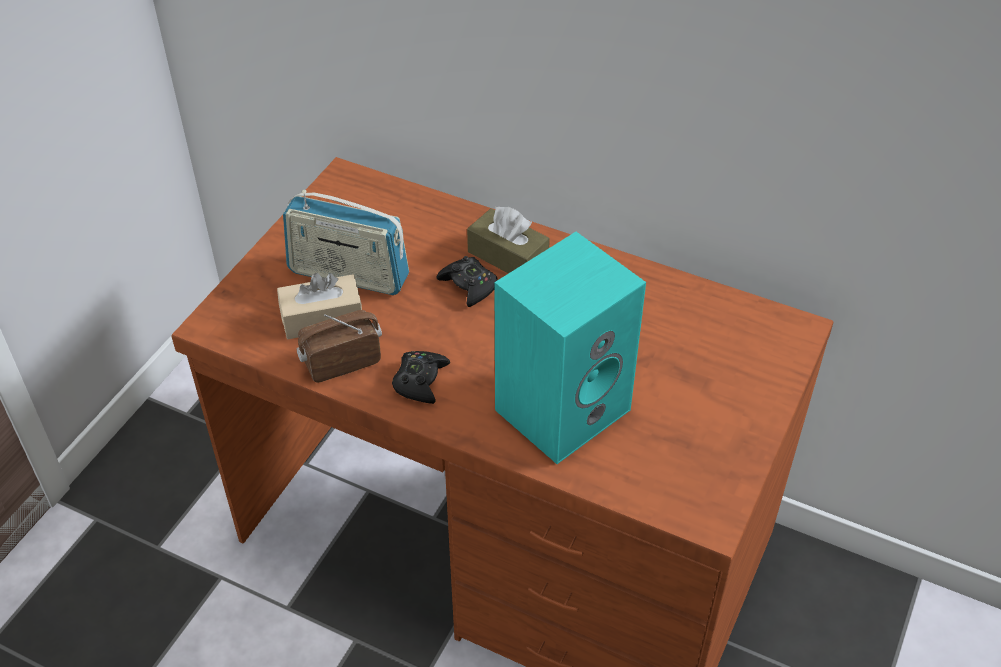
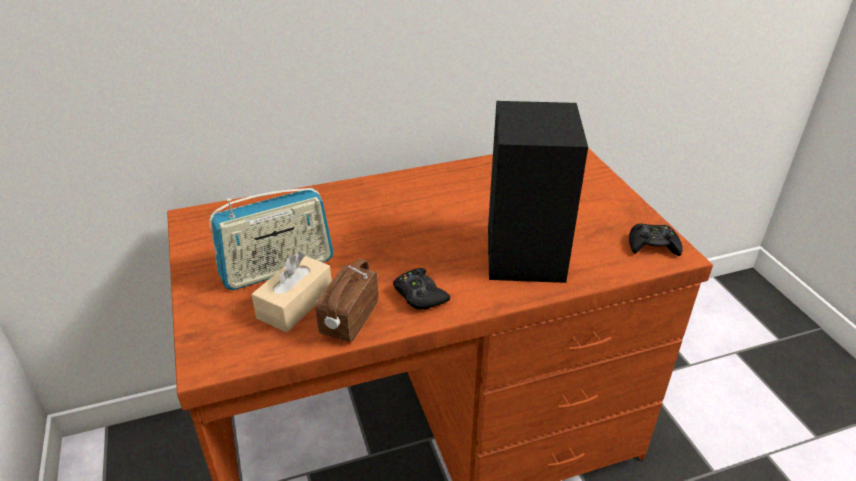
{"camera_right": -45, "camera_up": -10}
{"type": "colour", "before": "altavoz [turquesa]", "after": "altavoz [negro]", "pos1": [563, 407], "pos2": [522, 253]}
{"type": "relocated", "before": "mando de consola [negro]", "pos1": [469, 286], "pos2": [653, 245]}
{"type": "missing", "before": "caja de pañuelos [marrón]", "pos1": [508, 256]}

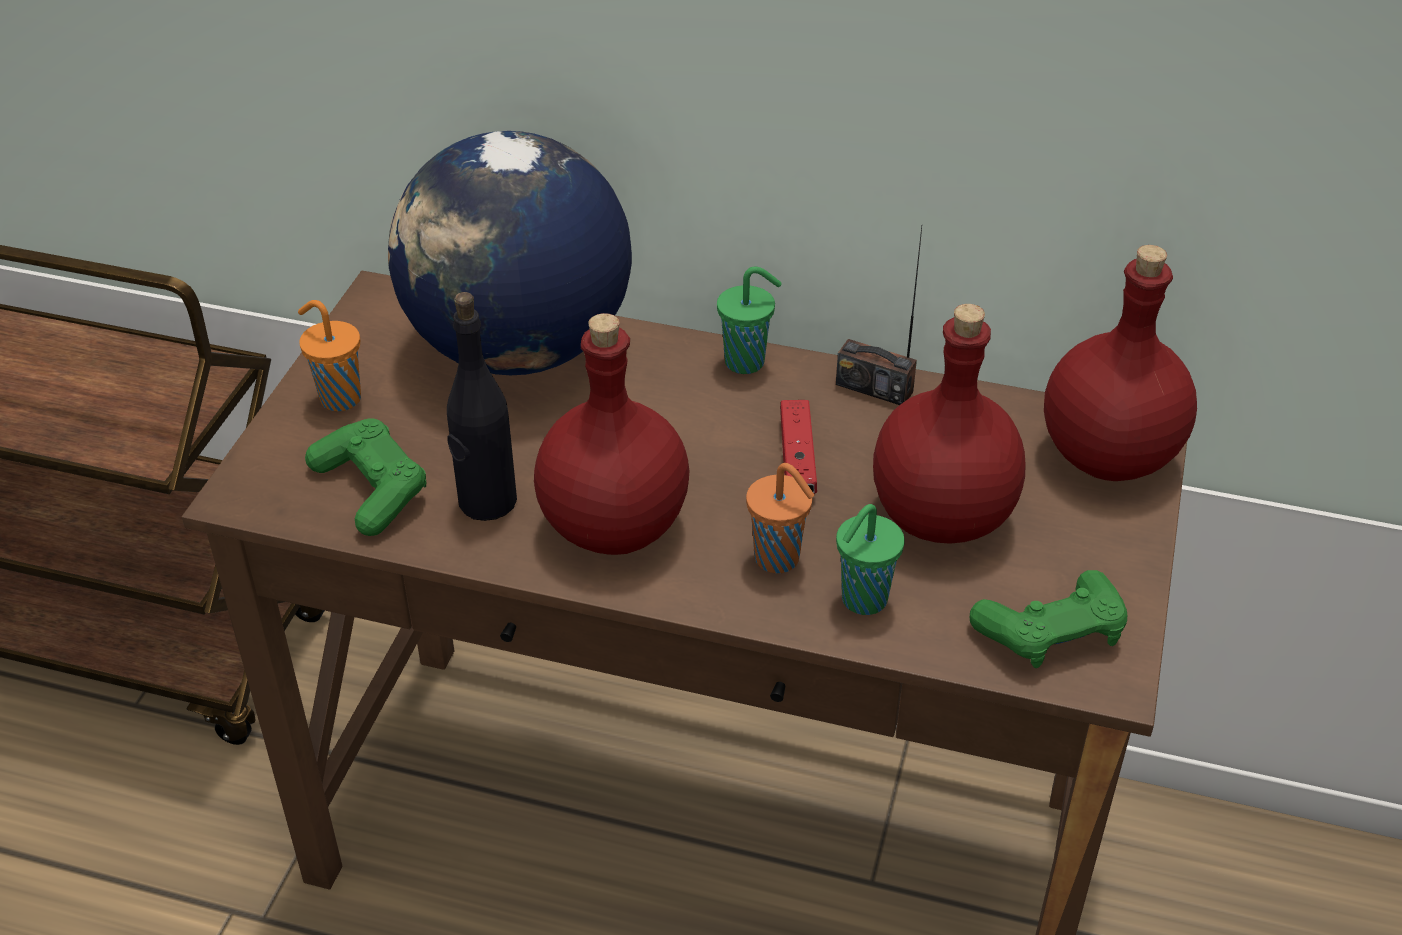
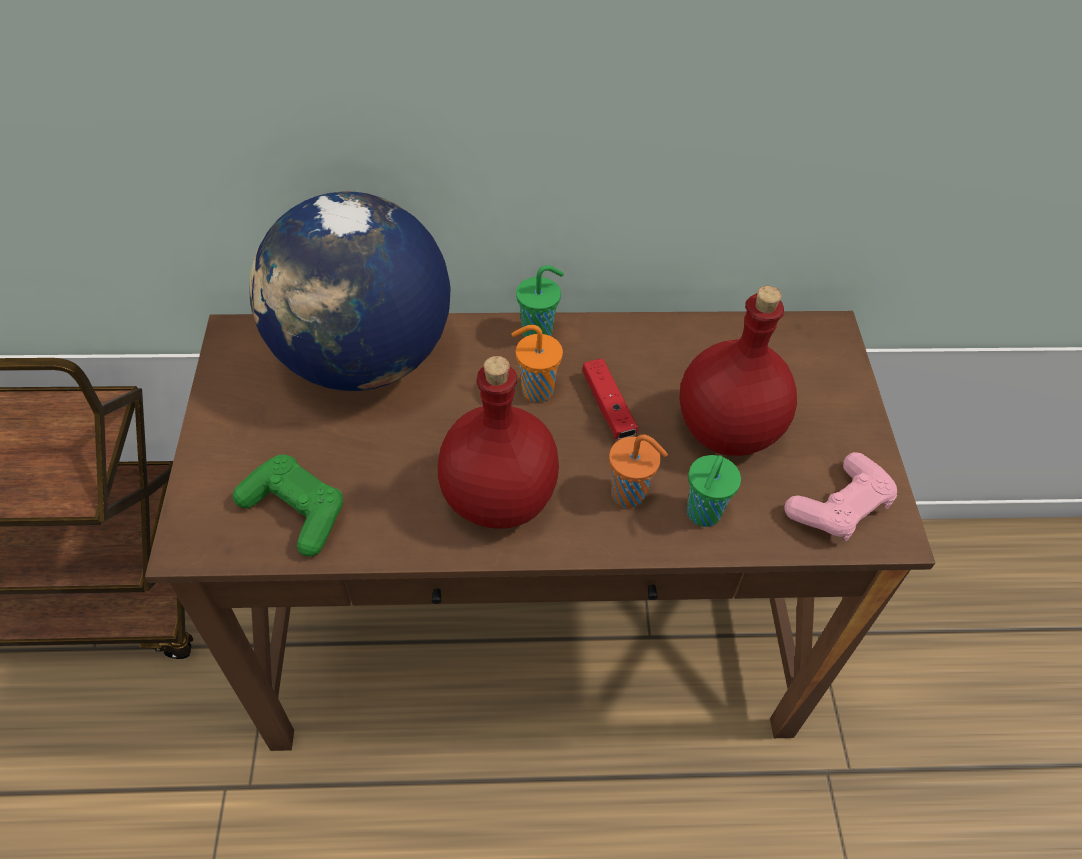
{"camera_right": -20, "camera_up": 10}
{"type": "relocated", "before": "taza [naranja]", "pos1": [338, 398], "pos2": [535, 390]}
{"type": "colour", "before": "mando de consola [verde]", "after": "mando de consola [rosa]", "pos1": [1051, 633], "pos2": [839, 506]}
{"type": "missing", "before": "botella [negro]", "pos1": [486, 501]}
{"type": "missing", "before": "radio", "pos1": [874, 387]}
{"type": "missing", "before": "botella [rojo]", "pos1": [1107, 454]}

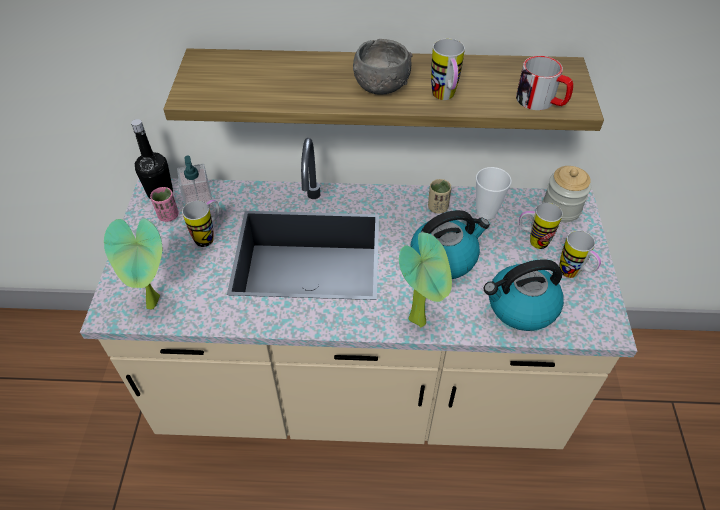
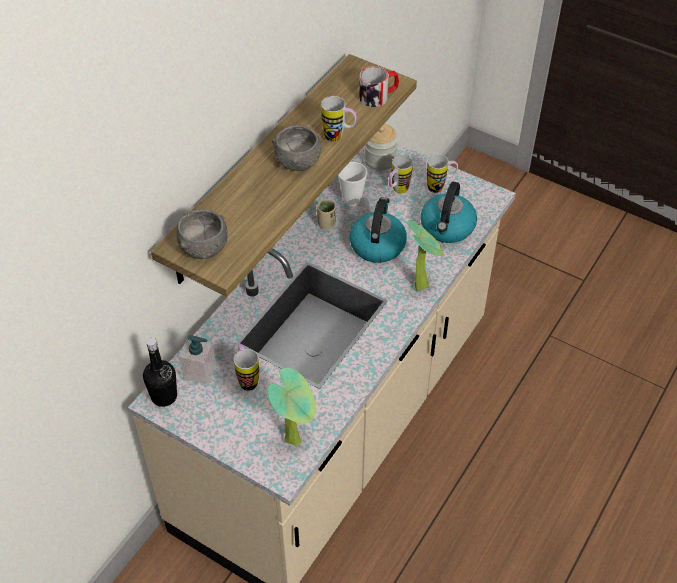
{"camera_right": -60, "camera_up": 0}
{"type": "appeared", "after": "cuenco [gris]", "pos2": [203, 247]}
{"type": "missing", "before": "taza [rosa]", "pos1": [168, 215]}

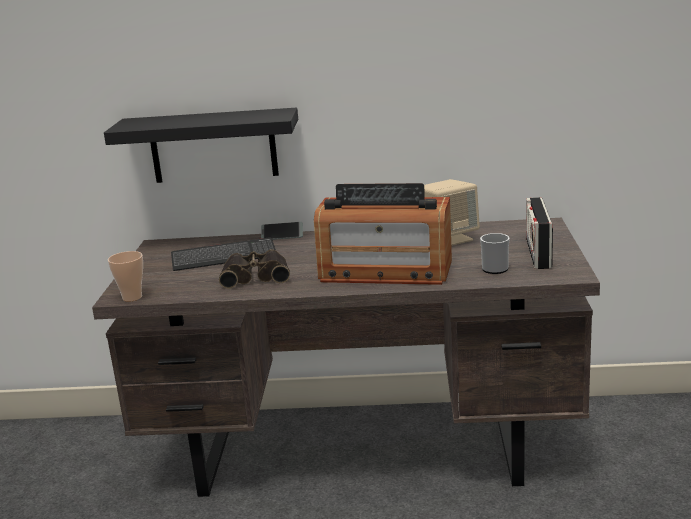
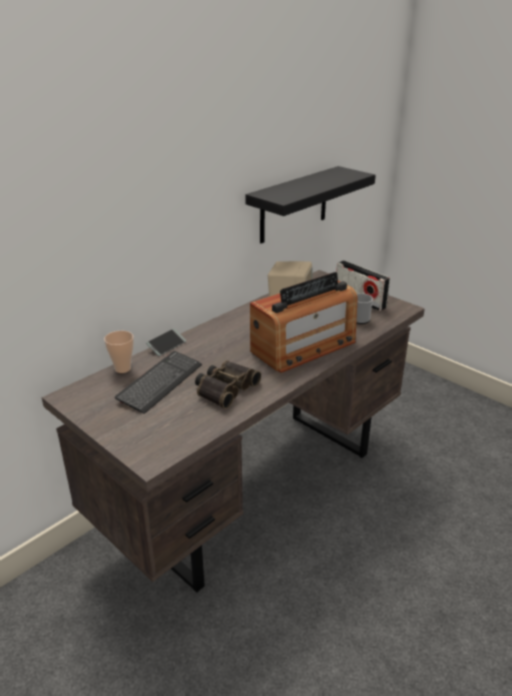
{"camera_right": -50, "camera_up": 10}
{"type": "relocated", "before": "taza", "pos1": [132, 297], "pos2": [123, 368]}
{"type": "relocated", "before": "estante [negro]", "pos1": [213, 146], "pos2": [294, 205]}

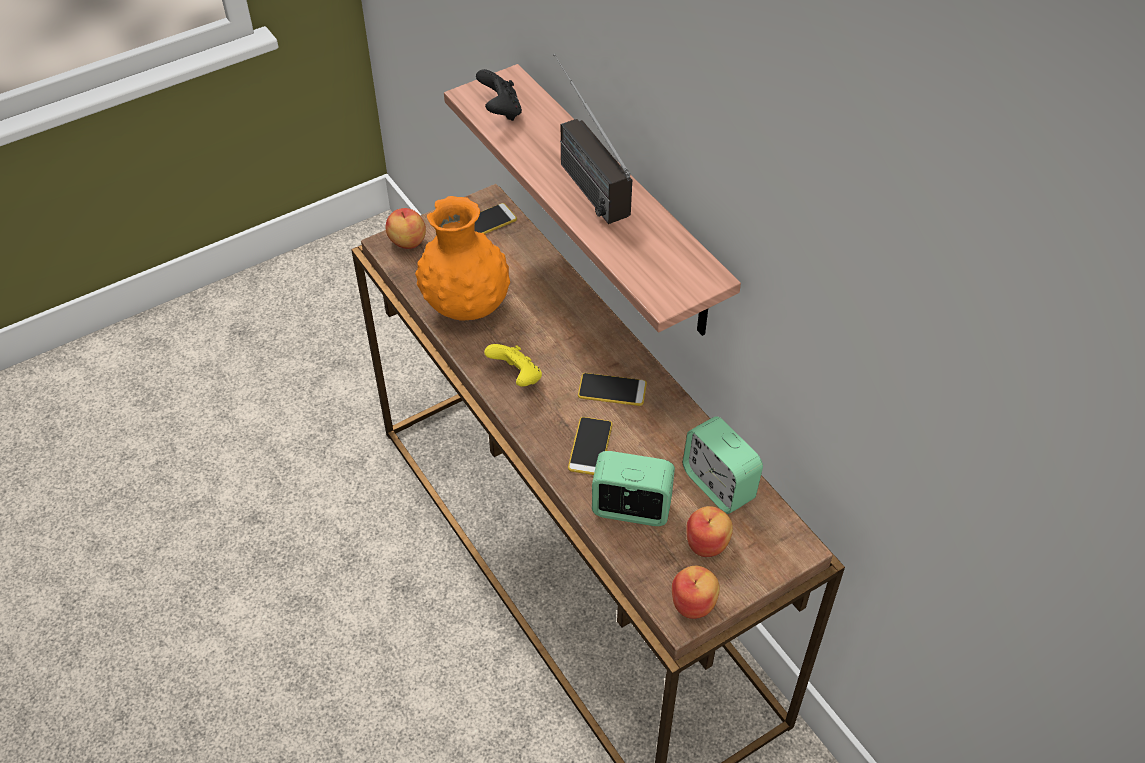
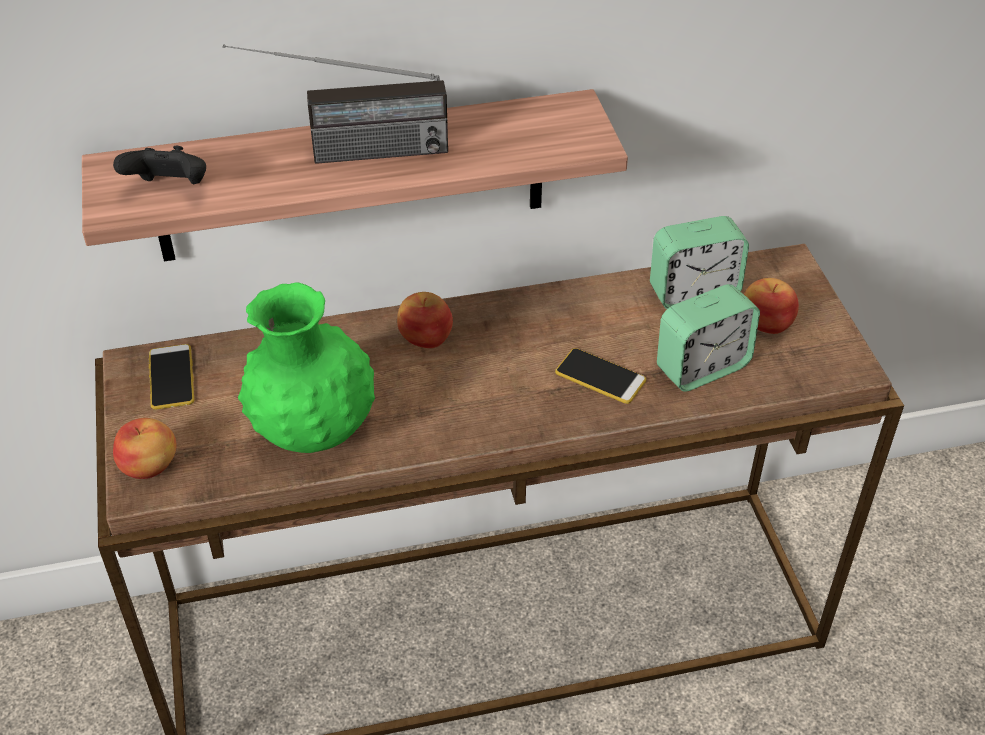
{"camera_right": -70, "camera_up": -5}
{"type": "colour", "before": "florero [naranja]", "after": "florero [verde]", "pos1": [466, 306], "pos2": [314, 432]}
{"type": "relocated", "before": "manzana", "pos1": [694, 603], "pos2": [425, 336]}
{"type": "spun", "before": "despertador", "pos1": [631, 509], "pos2": [702, 367], "turn": -150}
{"type": "missing", "before": "mando de consola [amarillo]", "pos1": [516, 377]}
{"type": "missing", "before": "móvil", "pos1": [612, 390]}

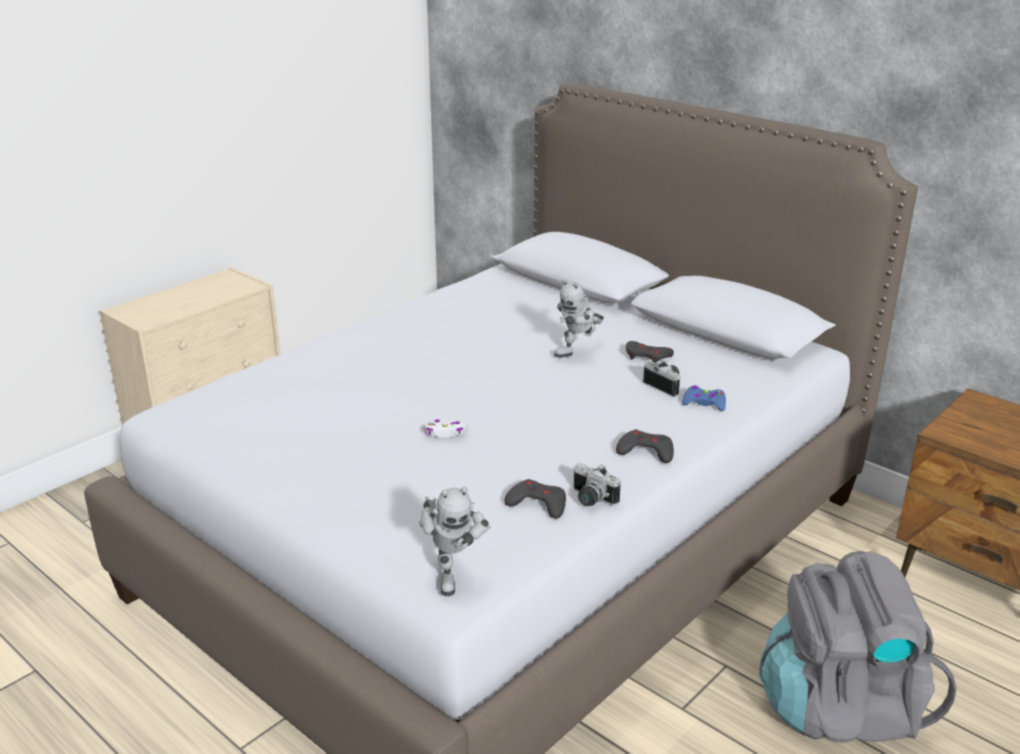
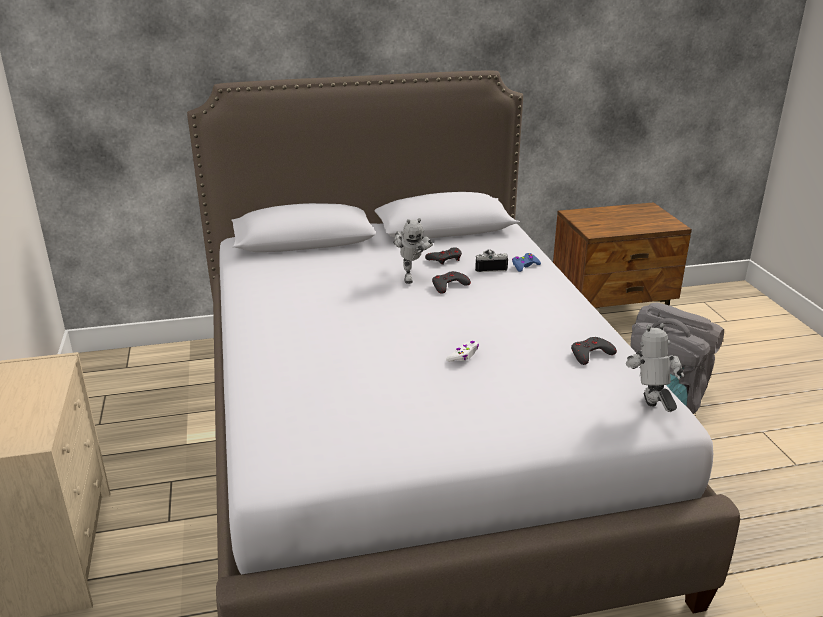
{"camera_right": -55, "camera_up": 0}
{"type": "relocated", "before": "mando de consola [gris]", "pos1": [646, 451], "pos2": [449, 285]}
{"type": "spun", "before": "robot de juguete", "pos1": [452, 574], "pos2": [650, 410], "turn": -120}
{"type": "missing", "before": "cámara", "pos1": [590, 499]}

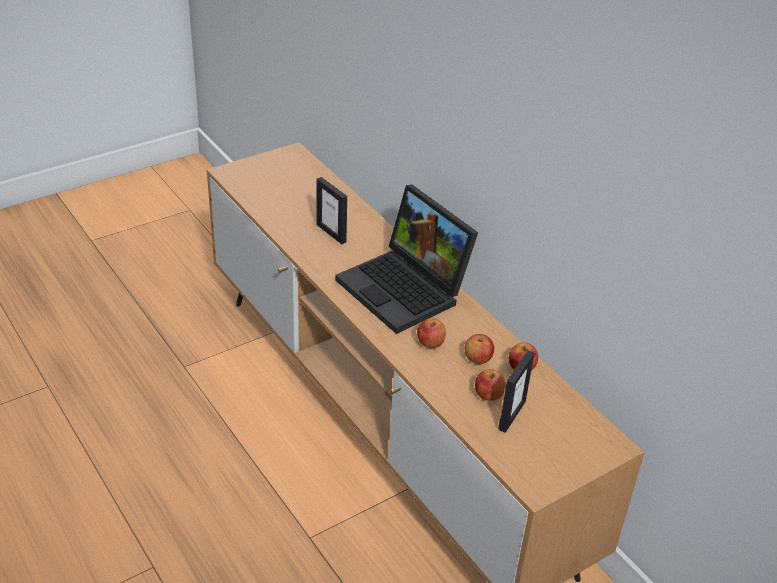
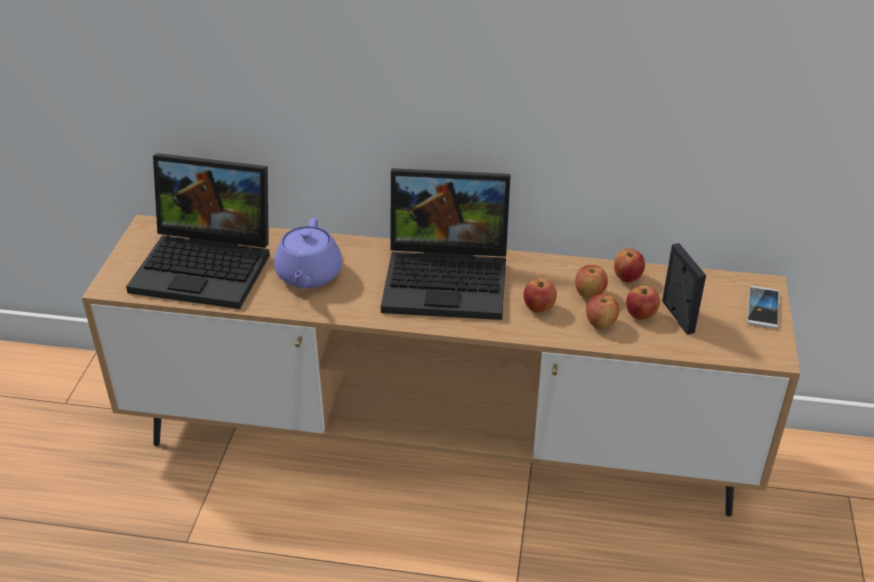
{"camera_right": -45, "camera_up": 0}
{"type": "appeared", "after": "portátil", "pos2": [209, 265]}
{"type": "exchanged", "before": "portarretratos", "after": "tetera [morado]", "pos1": [331, 233], "pos2": [309, 275]}
{"type": "appeared", "after": "manzana", "pos2": [600, 324]}
{"type": "appeared", "after": "móvil", "pos2": [763, 308]}

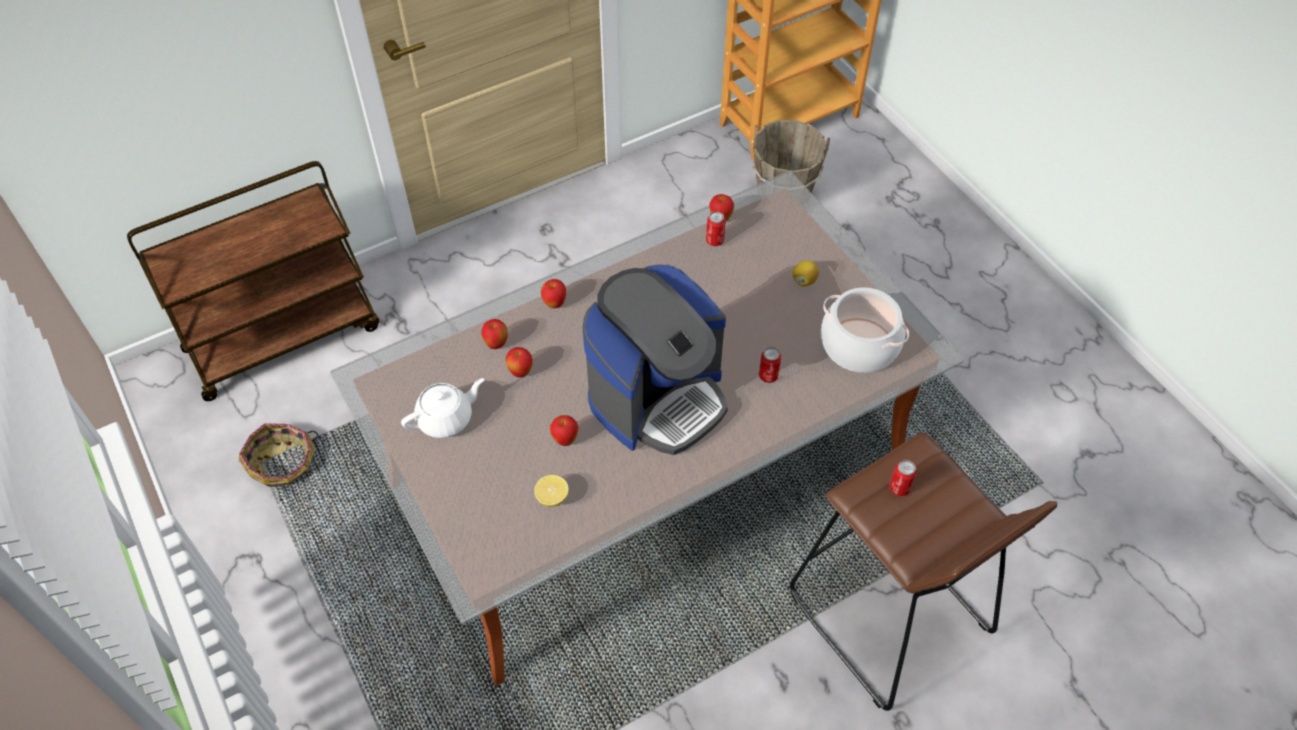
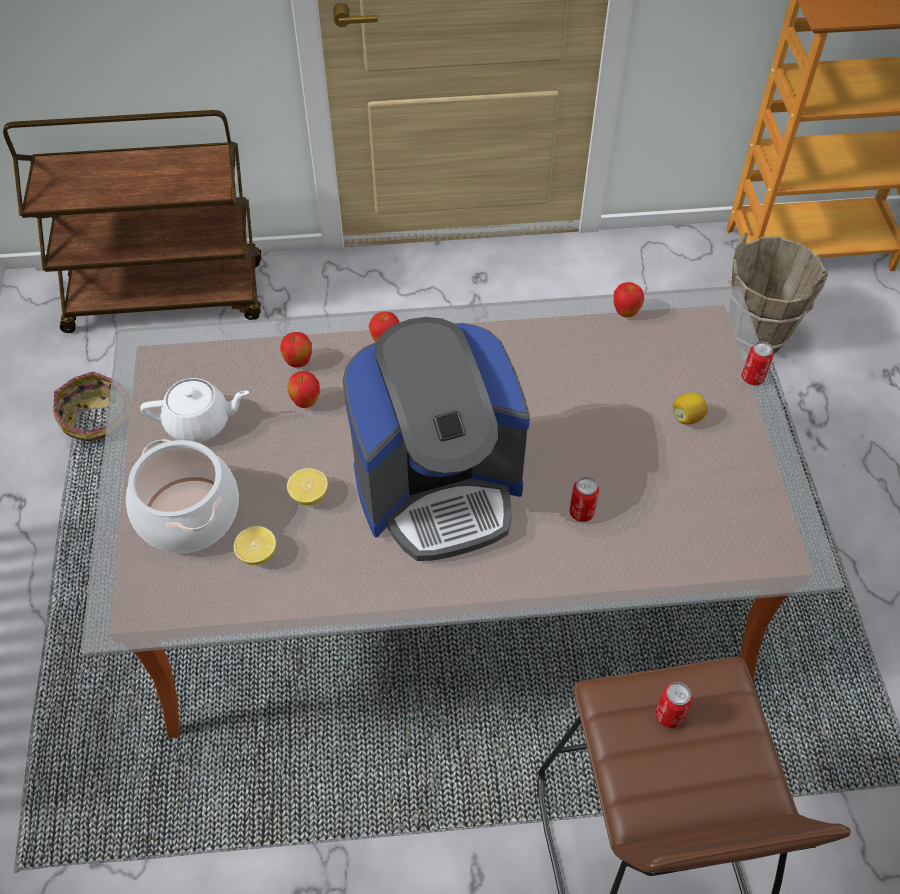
{"camera_right": 25, "camera_up": 0}
{"type": "relocated", "before": "olla", "pos1": [858, 345], "pos2": [187, 514]}
{"type": "exchanged", "before": "manzana", "after": "limón", "pos1": [565, 440], "pos2": [309, 495]}
{"type": "relocated", "before": "lata", "pos1": [714, 240], "pos2": [752, 378]}

